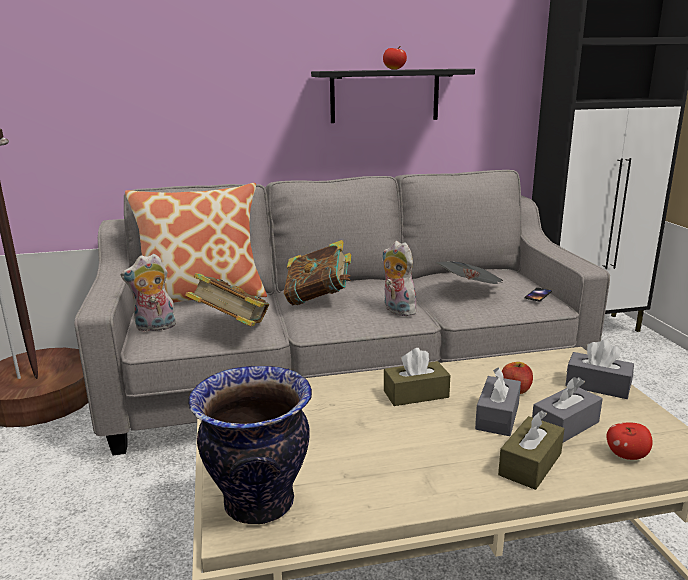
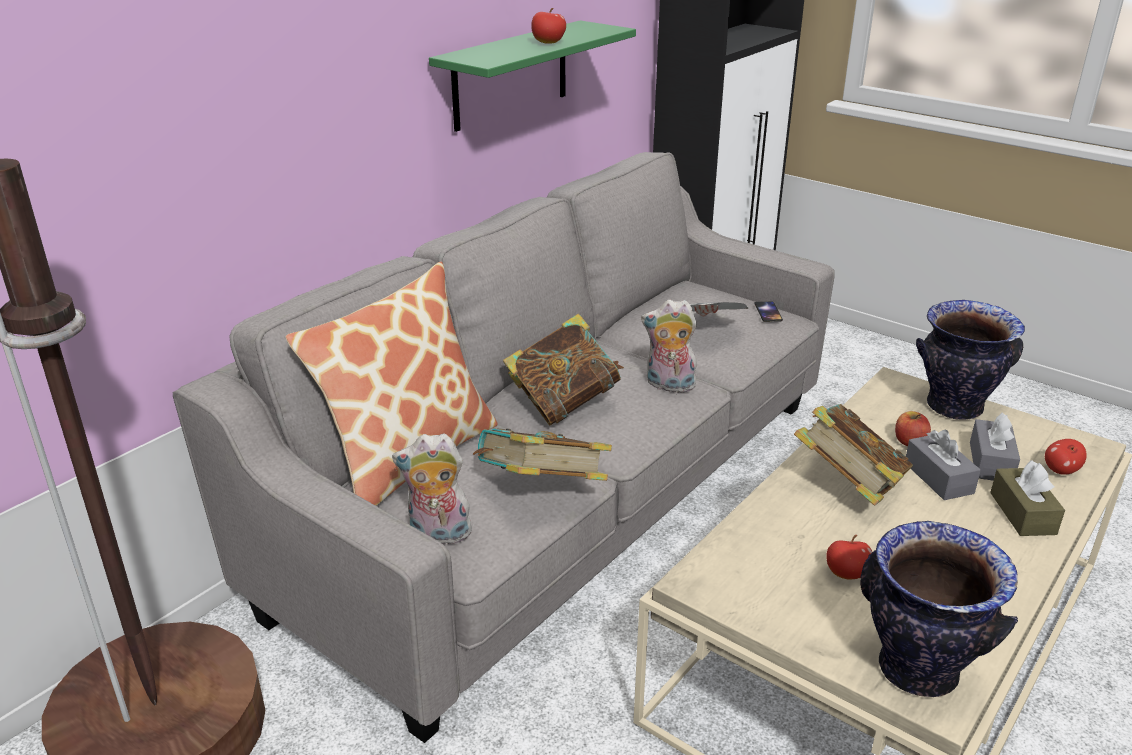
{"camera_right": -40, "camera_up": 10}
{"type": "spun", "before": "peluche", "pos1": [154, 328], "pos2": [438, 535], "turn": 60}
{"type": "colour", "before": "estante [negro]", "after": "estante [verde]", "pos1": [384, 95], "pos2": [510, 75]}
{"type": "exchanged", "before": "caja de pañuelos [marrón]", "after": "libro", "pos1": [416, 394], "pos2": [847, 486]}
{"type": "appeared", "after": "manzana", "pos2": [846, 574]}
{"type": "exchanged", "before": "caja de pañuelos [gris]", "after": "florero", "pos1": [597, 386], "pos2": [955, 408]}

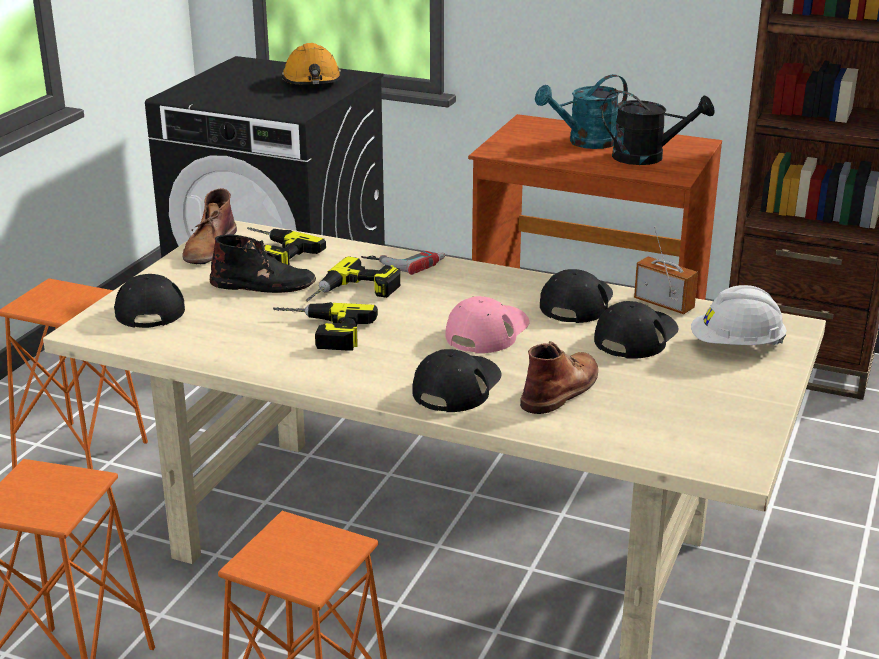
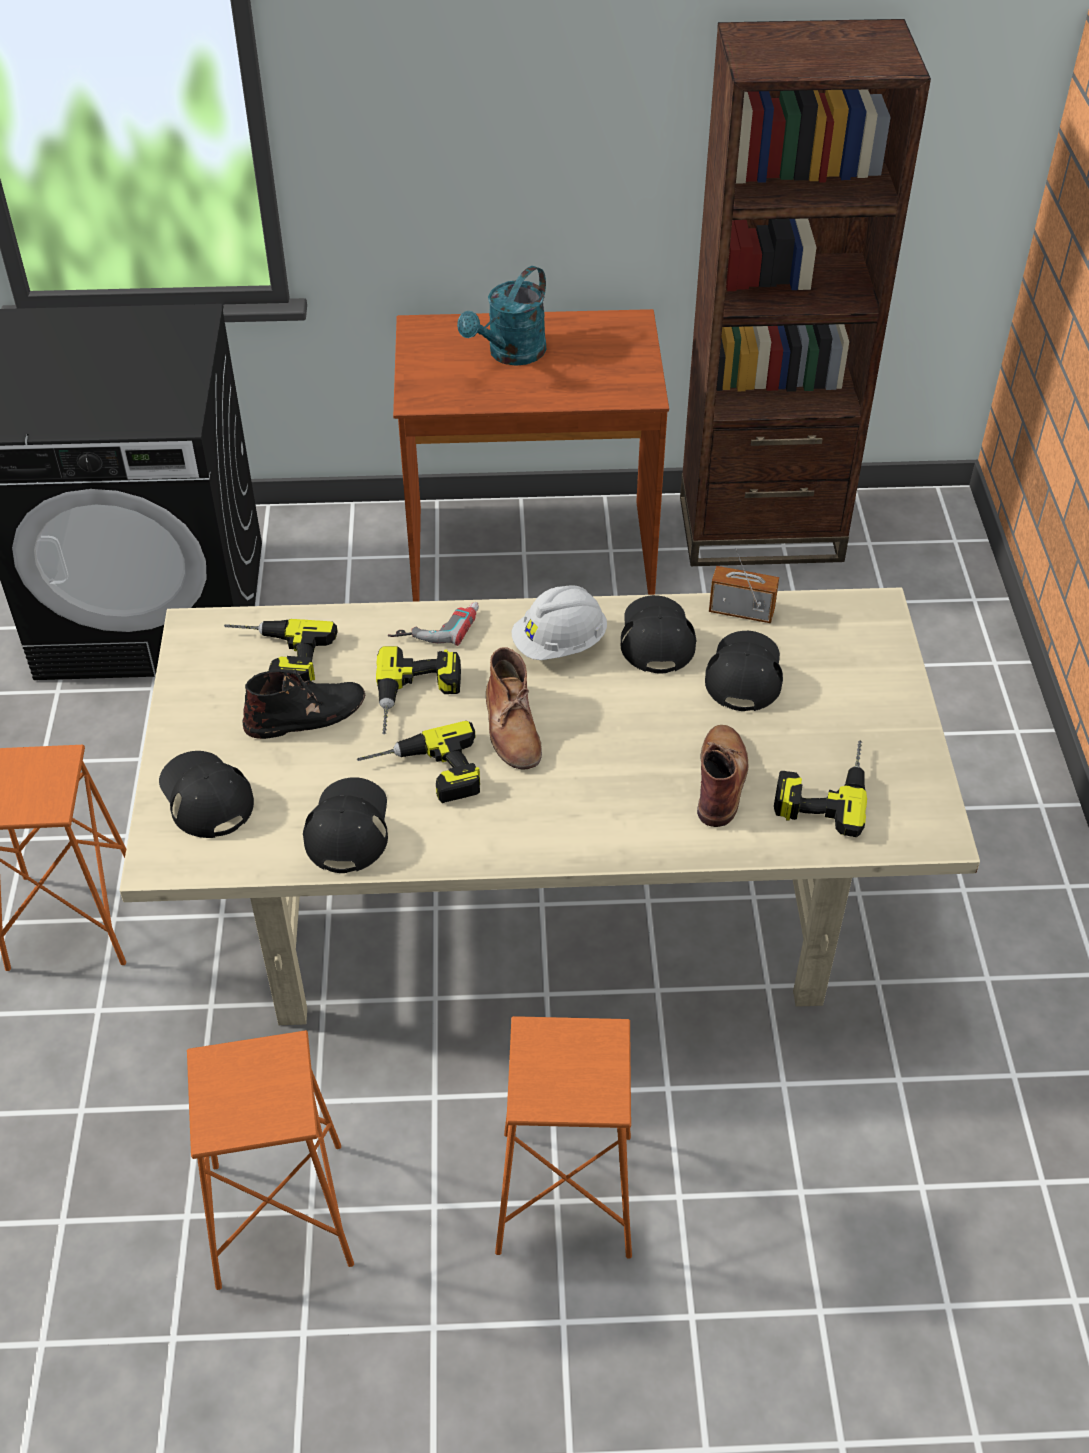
{"camera_right": -25, "camera_up": 20}
{"type": "relocated", "before": "gorra [negro]", "pos1": [457, 386], "pos2": [348, 827]}
{"type": "relocated", "before": "bota [marrón]", "pos1": [209, 247], "pos2": [512, 727]}
{"type": "relocated", "before": "casco [blanco]", "pos1": [736, 346], "pos2": [560, 644]}
{"type": "appeared", "after": "taladro", "pos2": [822, 788]}
{"type": "missing", "before": "casco [naranja]", "pos1": [312, 81]}
{"type": "missing", "before": "gorra [rosa]", "pos1": [487, 331]}
{"type": "missing", "before": "regadera [negro]", "pos1": [648, 157]}

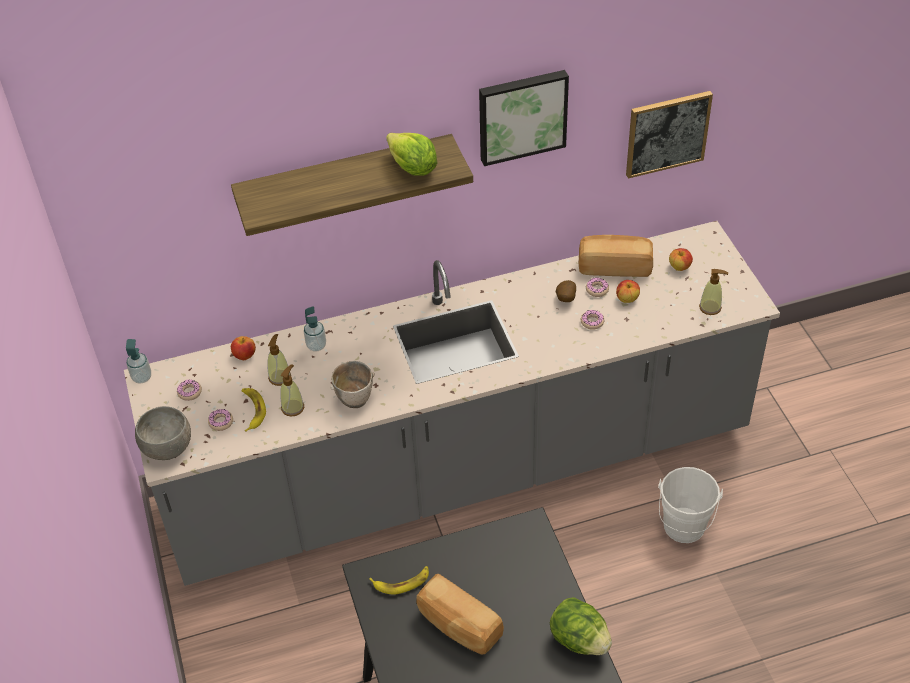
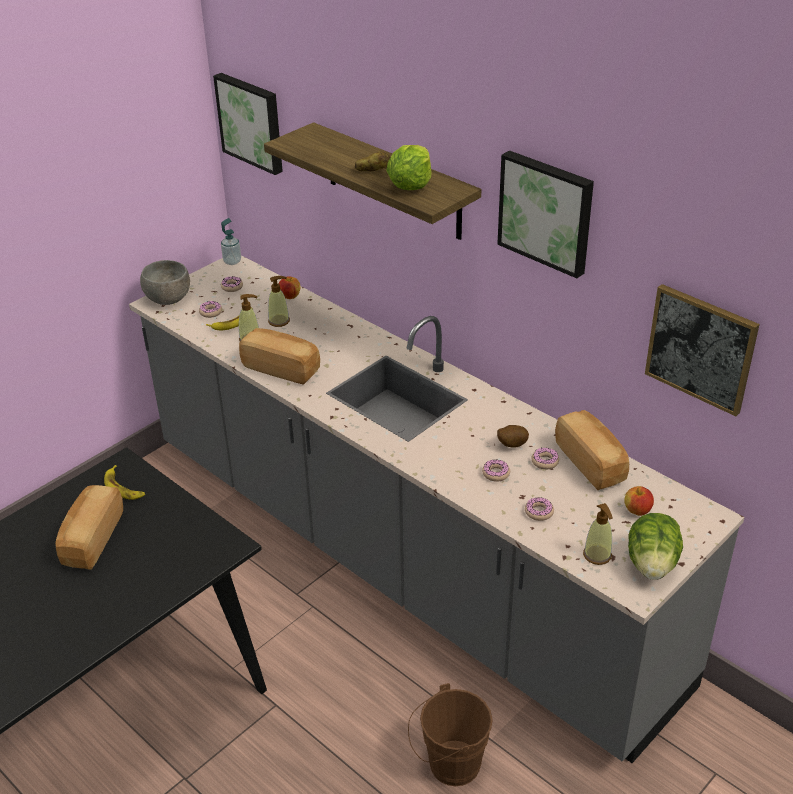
{"camera_right": 60, "camera_up": -10}
{"type": "appeared", "after": "cuadro", "pos2": [252, 122]}
{"type": "exchanged", "before": "cuenco", "after": "pan", "pos1": [356, 400], "pos2": [281, 368]}
{"type": "appeared", "after": "patata", "pos2": [373, 171]}
{"type": "colour", "before": "cubo [blanco]", "after": "cubo [marrón]", "pos1": [683, 530], "pos2": [449, 765]}
{"type": "appeared", "after": "rosquilla", "pos2": [539, 512]}
{"type": "relocated", "before": "lechuga", "pos1": [579, 639], "pos2": [652, 564]}
{"type": "missing", "before": "dispensador de jabón", "pos1": [316, 345]}
{"type": "missing", "before": "manzana", "pos1": [627, 299]}

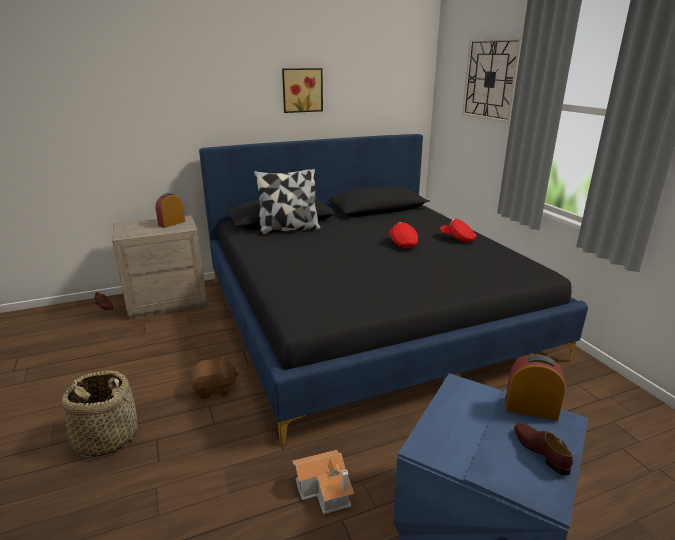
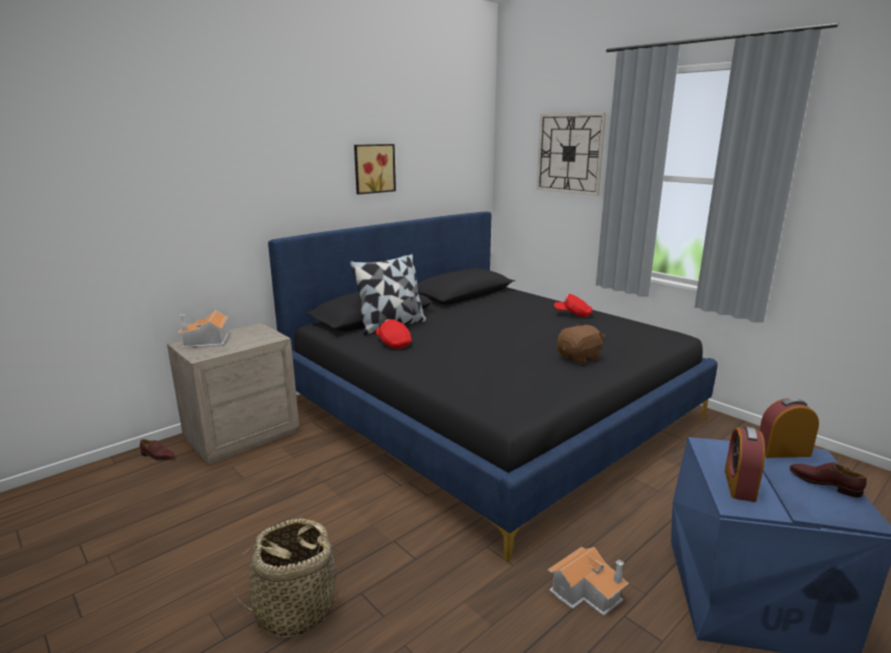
{"camera_right": -20, "camera_up": -5}
{"type": "appeared", "after": "casita", "pos2": [207, 341]}
{"type": "relocated", "before": "gorra [rojo]", "pos1": [402, 243], "pos2": [393, 343]}
{"type": "relocated", "before": "peluche [marrón]", "pos1": [214, 389], "pos2": [579, 358]}
{"type": "relocated", "before": "despertador", "pos1": [171, 223], "pos2": [739, 485]}

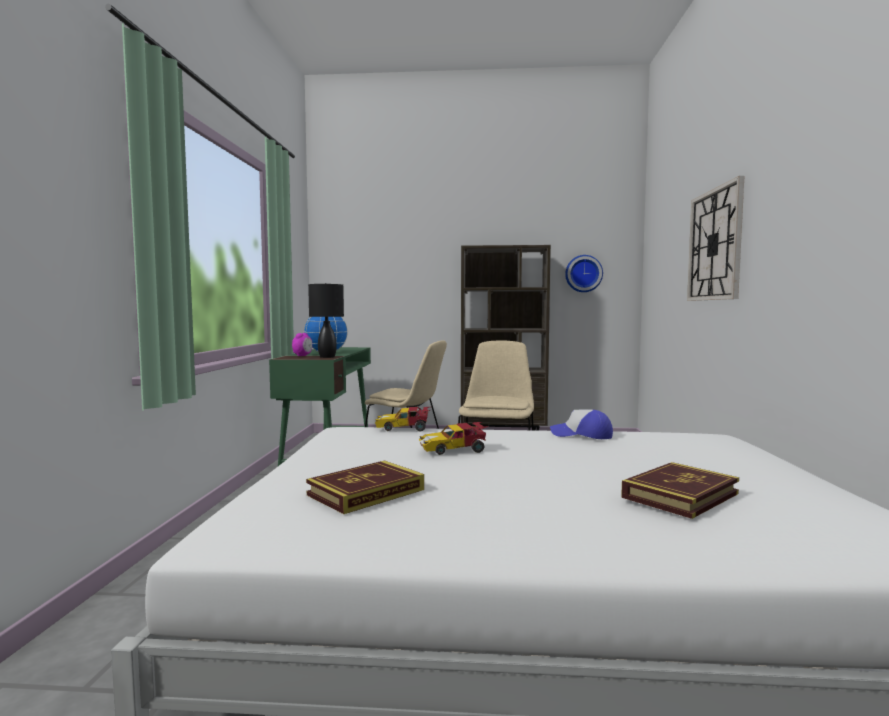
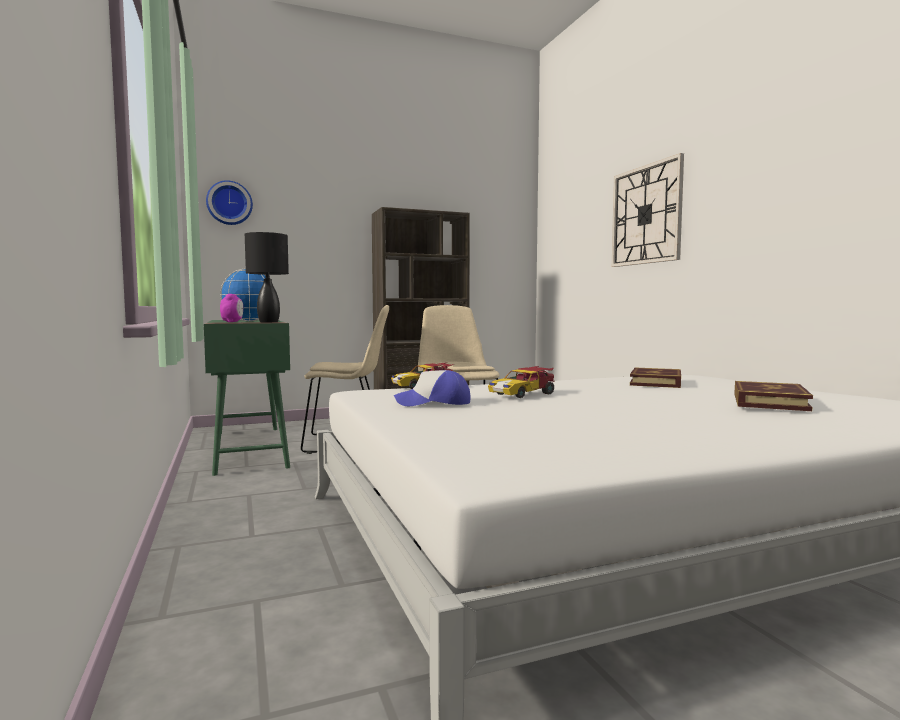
{"camera_right": -25, "camera_up": 0}
{"type": "relocated", "before": "reloj de pared", "pos1": [583, 273], "pos2": [229, 203]}
{"type": "relocated", "before": "gorra", "pos1": [582, 435], "pos2": [433, 403]}
{"type": "relocated", "before": "libro", "pos1": [366, 492], "pos2": [655, 382]}

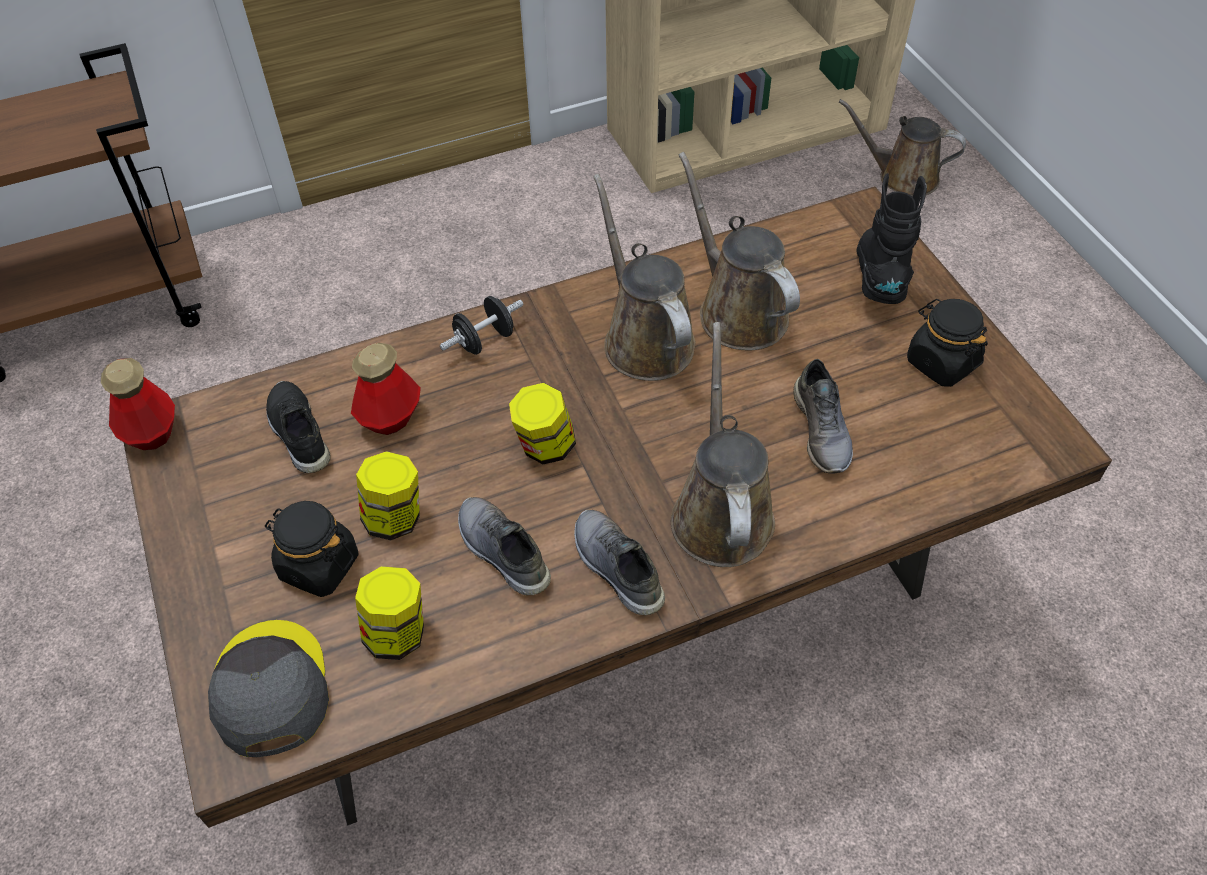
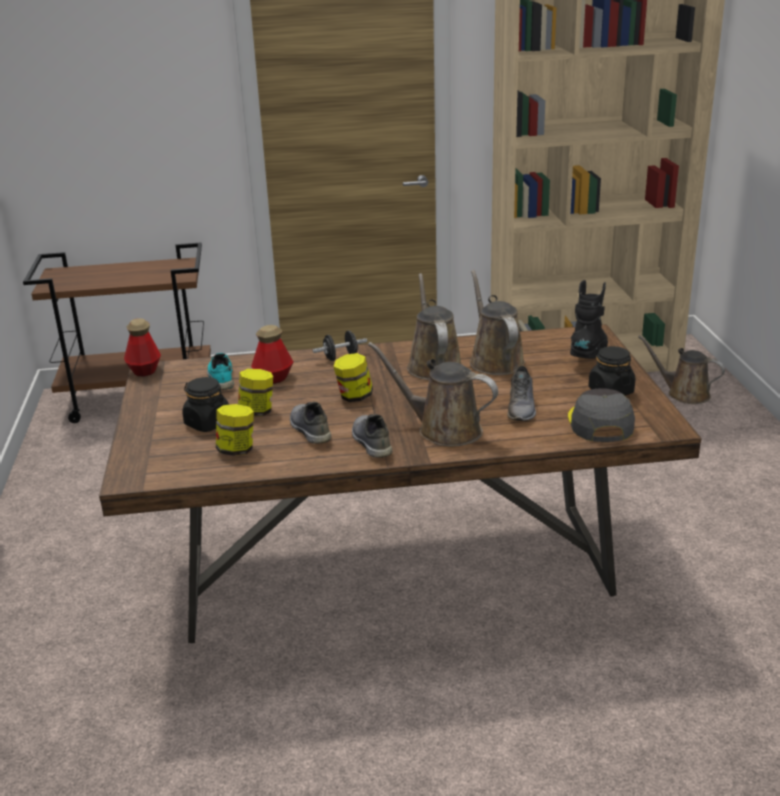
{"camera_right": 15, "camera_up": -25}
{"type": "colour", "before": "zapato [negro]", "after": "zapato [turquesa]", "pos1": [297, 434], "pos2": [220, 379]}
{"type": "spun", "before": "regadera [marrón]", "pos1": [720, 511], "pos2": [443, 430], "turn": -75}
{"type": "relocated", "before": "gorra [gris]", "pos1": [270, 689], "pos2": [599, 423]}

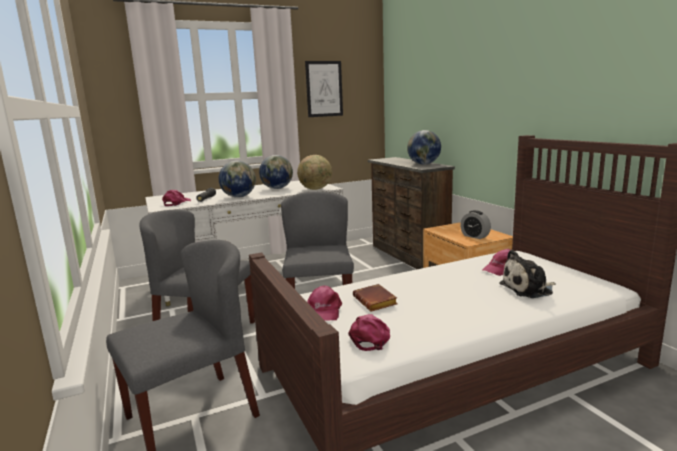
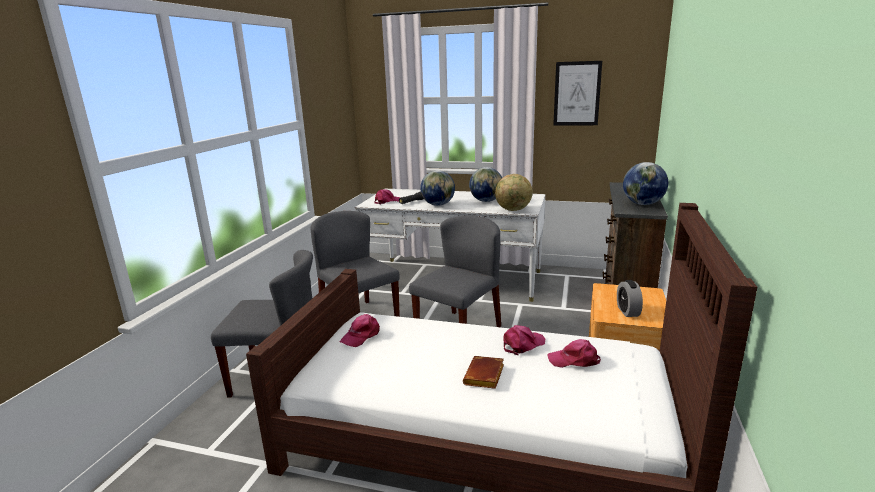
{"camera_right": 40, "camera_up": 5}
{"type": "relocated", "before": "libro [marrón]", "pos1": [376, 302], "pos2": [485, 377]}
{"type": "relocated", "before": "gorra [rosa]", "pos1": [371, 337], "pos2": [523, 344]}
{"type": "missing", "before": "peluche", "pos1": [528, 289]}

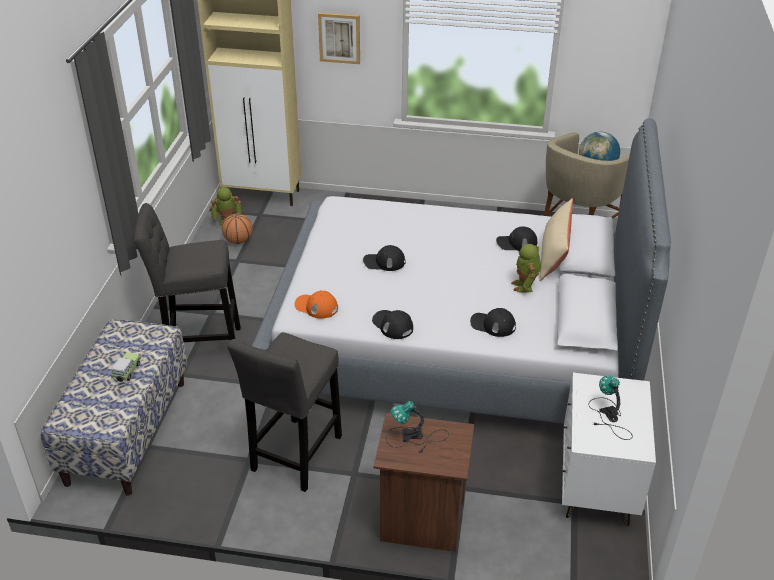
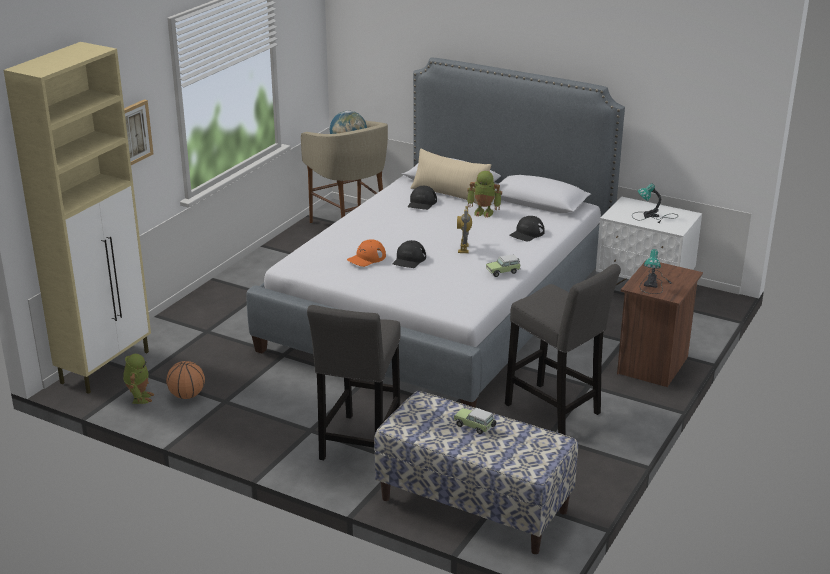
{"camera_right": -70, "camera_up": -10}
{"type": "relocated", "before": "gorra [naranja]", "pos1": [316, 307], "pos2": [366, 258]}
{"type": "appeared", "after": "robot de juguete", "pos2": [464, 248]}
{"type": "exchanged", "before": "gorra [negro]", "after": "coche de juguete", "pos1": [392, 325], "pos2": [504, 272]}

